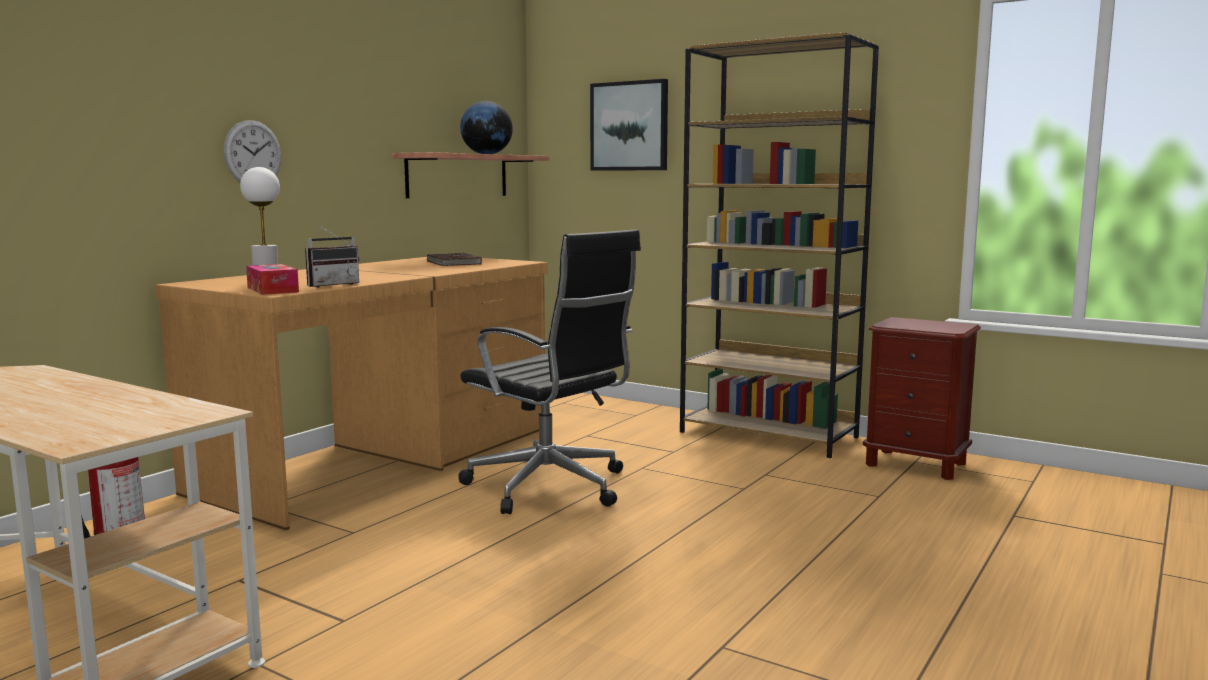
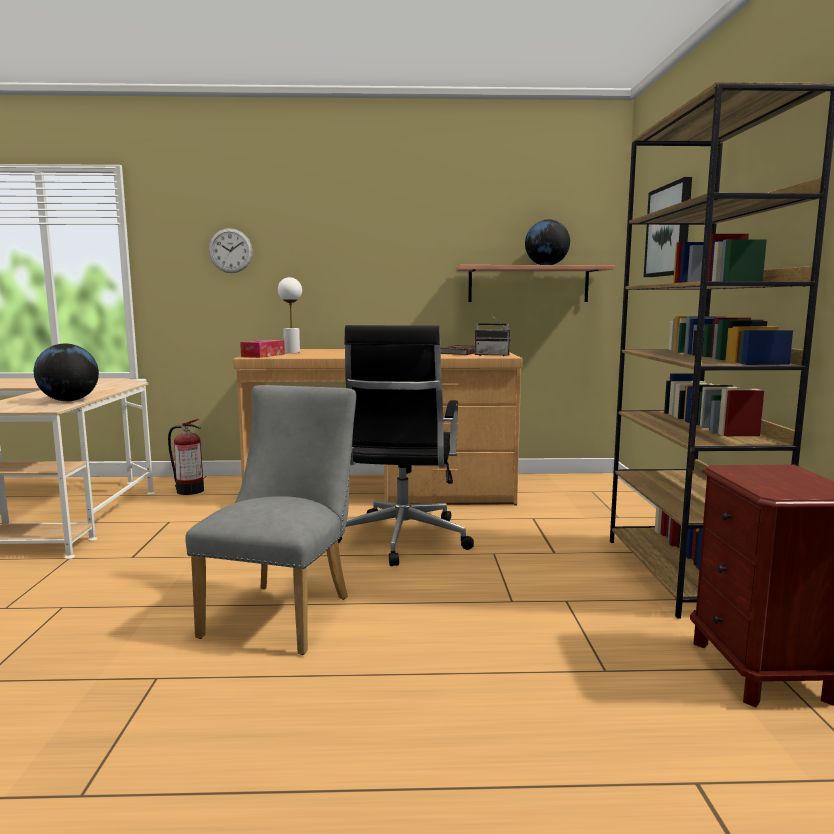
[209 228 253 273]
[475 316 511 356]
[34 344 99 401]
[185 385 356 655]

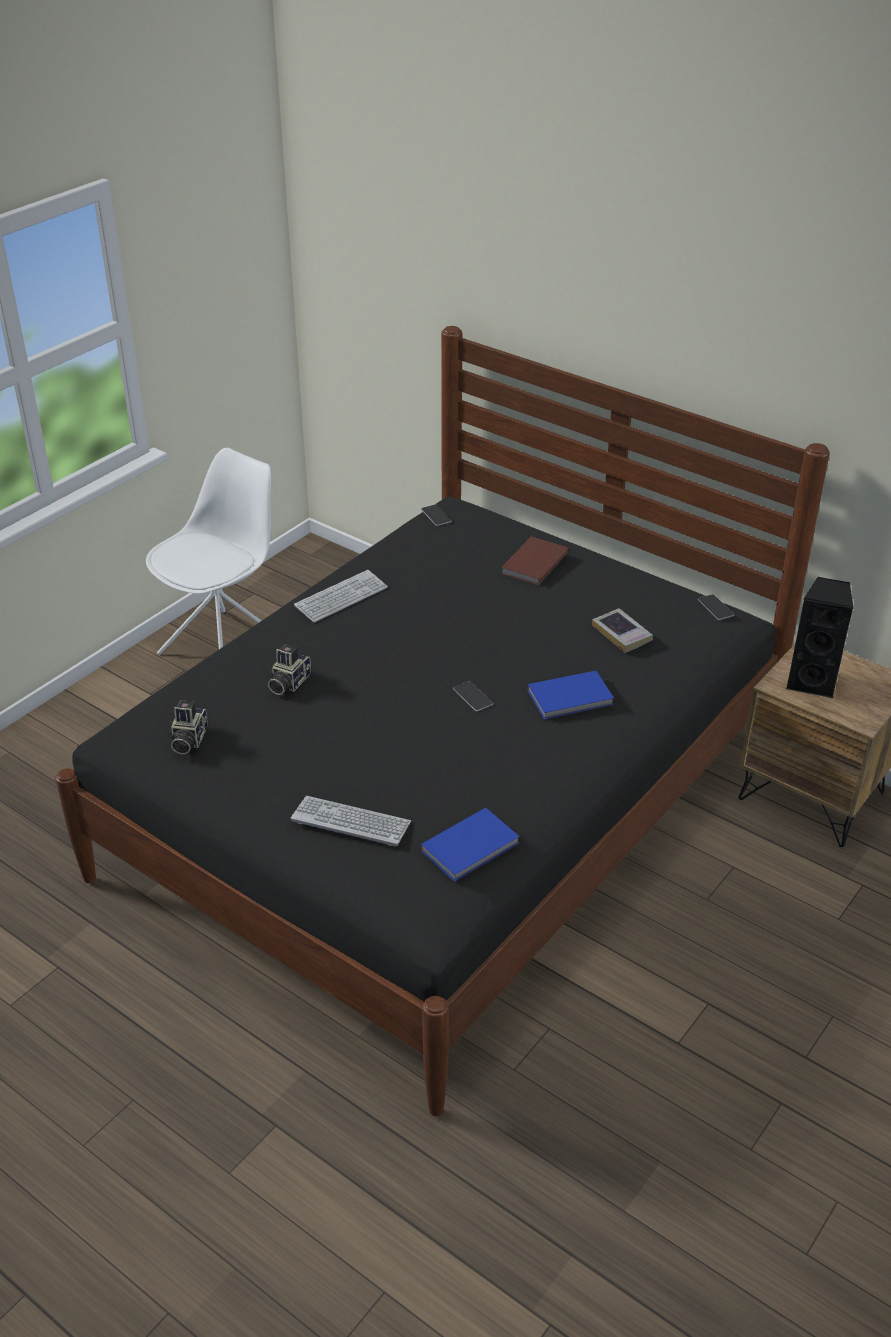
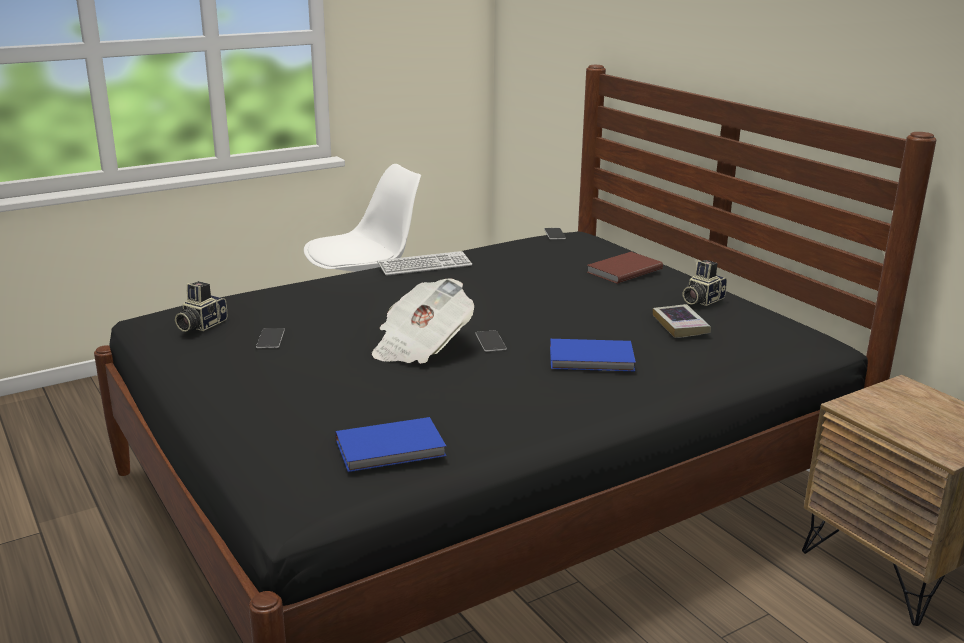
[683 260 727 306]
[291 796 411 846] (first image)
[256 328 285 348]
[786 576 854 698] (first image)
[372 278 474 364]

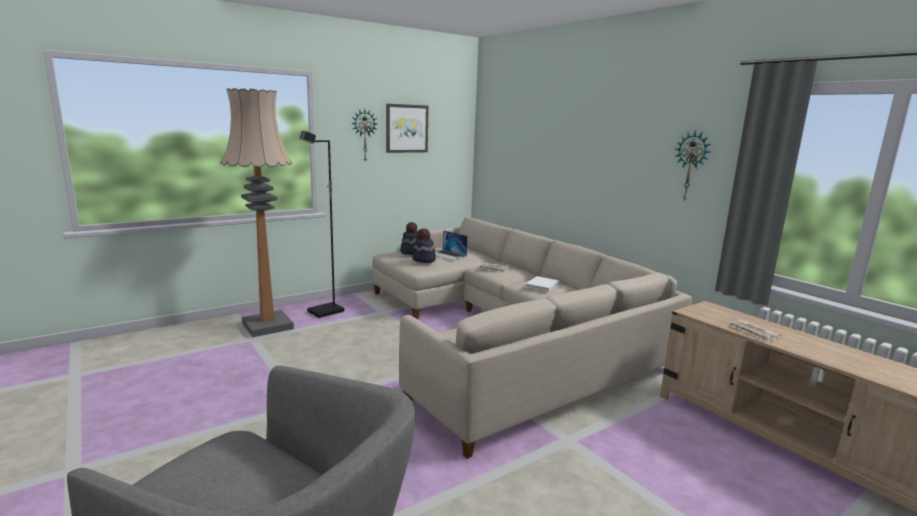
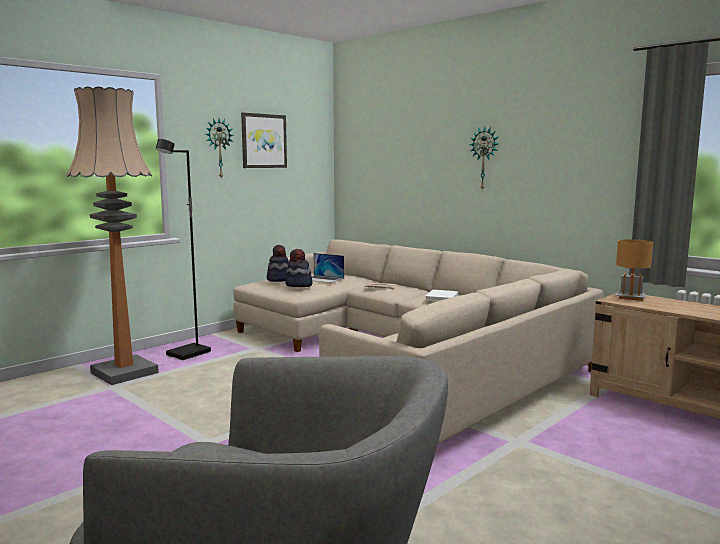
[469 126 499 191]
[730 319 782 343] (first image)
[616 239 653 301]

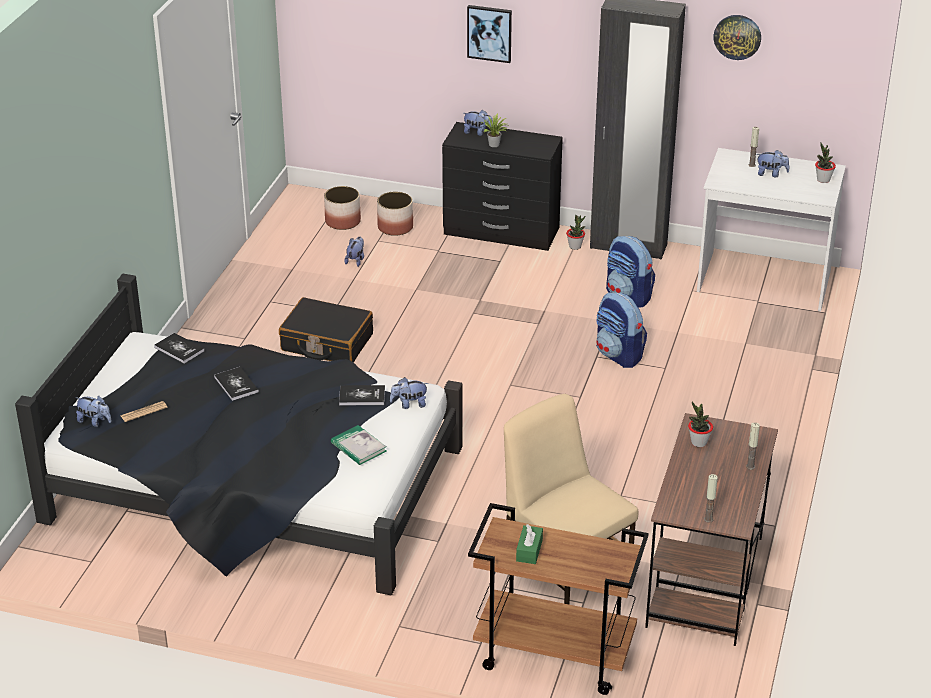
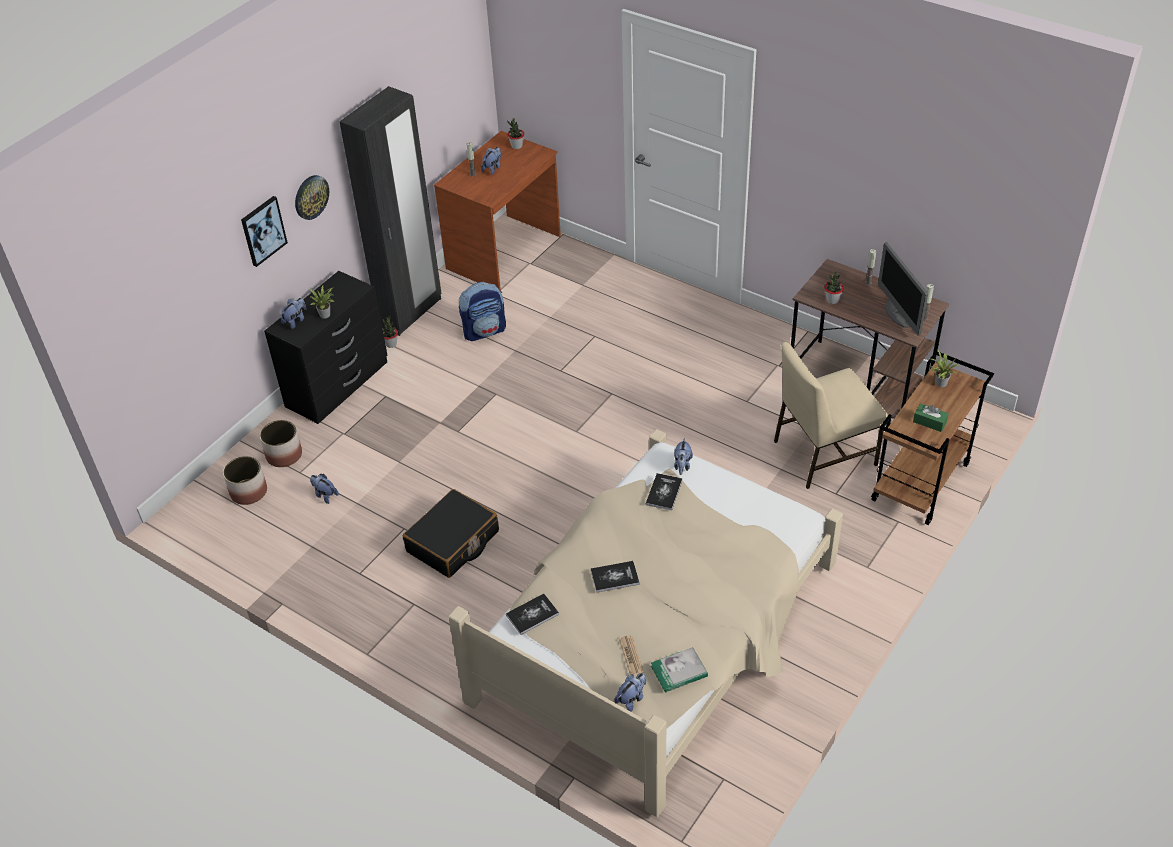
[448 429 843 817]
[651 647 708 693]
[596 292 647 368] (first image)
[434 131 561 290]
[295 175 329 220]
[878 242 928 335]
[931 350 959 387]

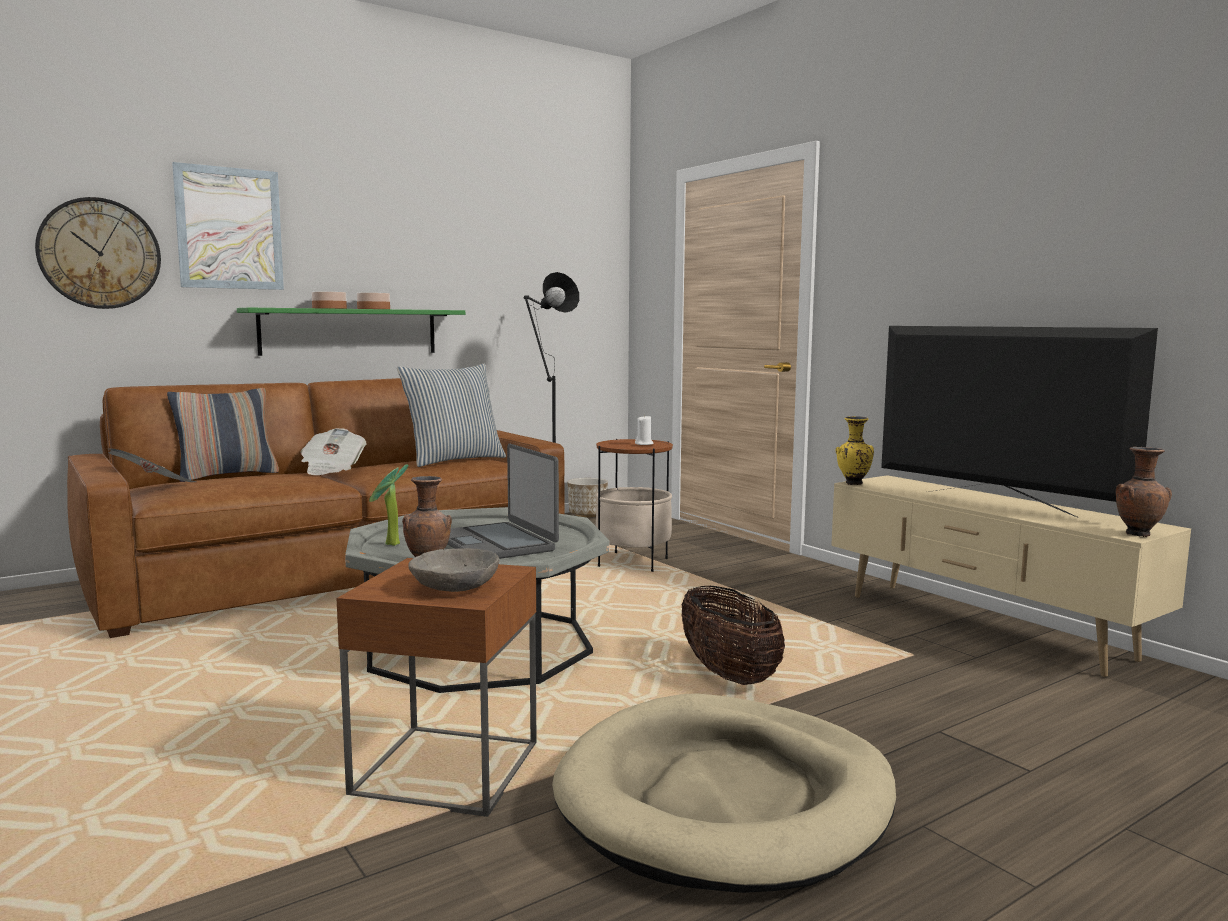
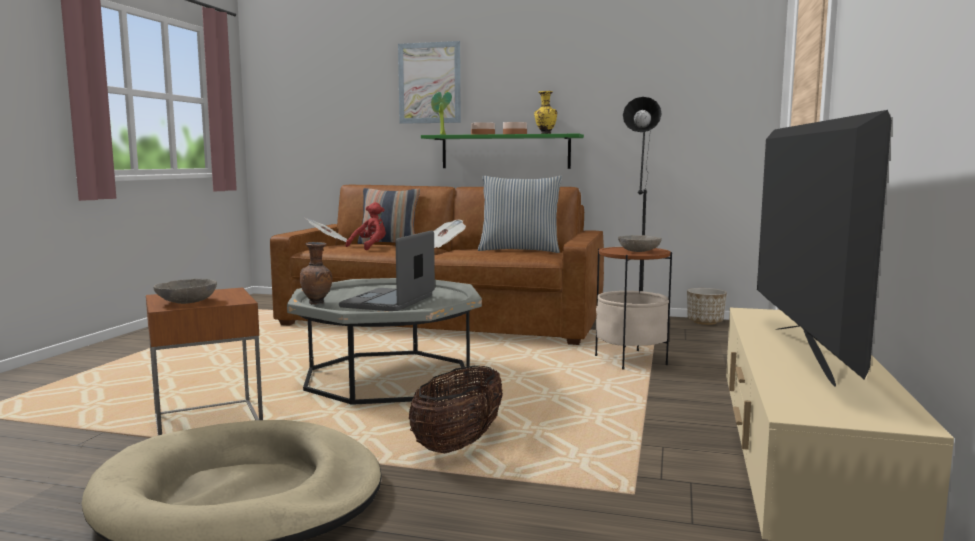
[35 197 161 309] (first image)
[431 92 452 135]
[618 235 662 252]
[534 91 557 134]
[1116 447 1172 537] (first image)
[346 202 386 250]

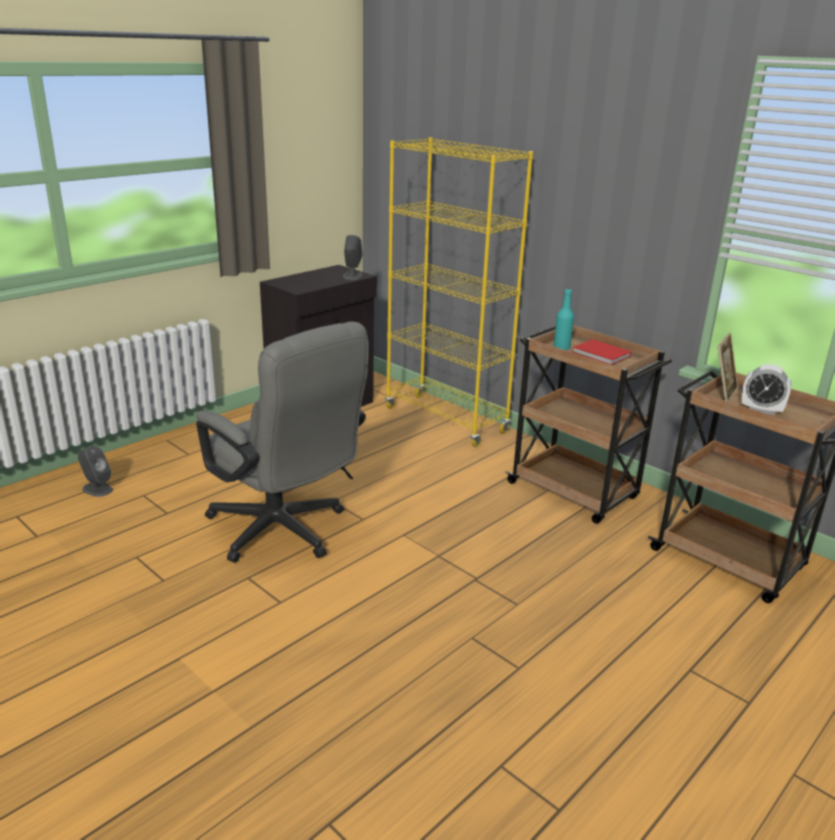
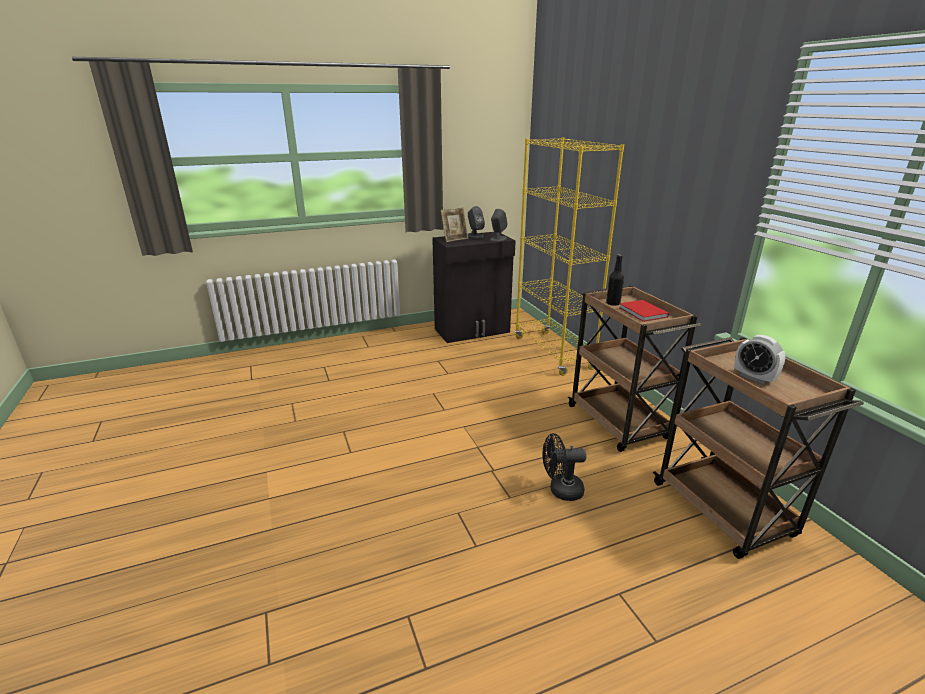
[468 206 485 238]
[196 321 369 563] (first image)
[606 255 624 306]
[441 208 468 242]
[543 433 586 501]

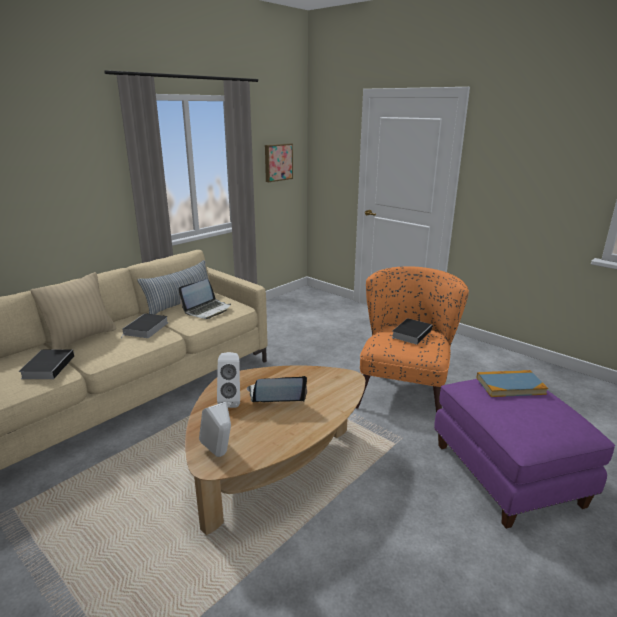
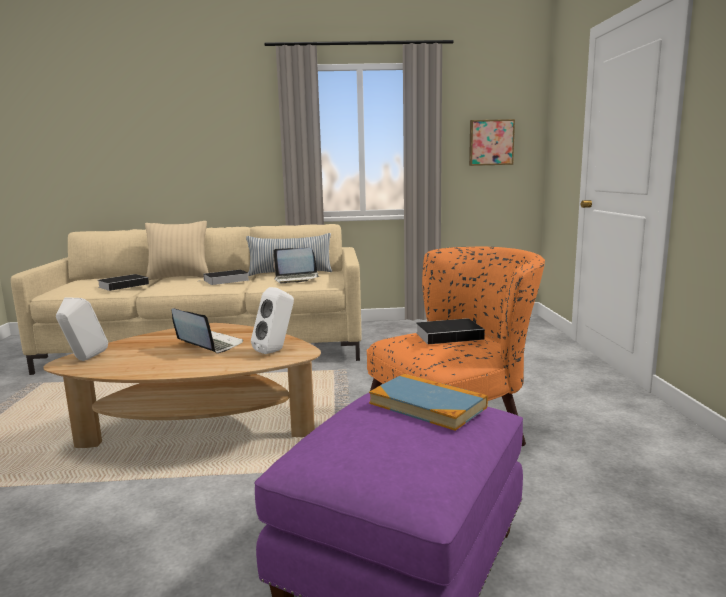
[251 287 294 354]

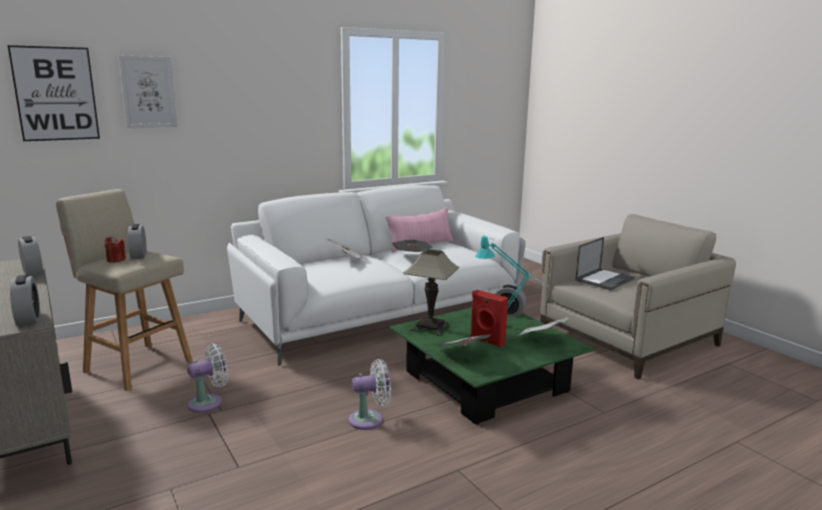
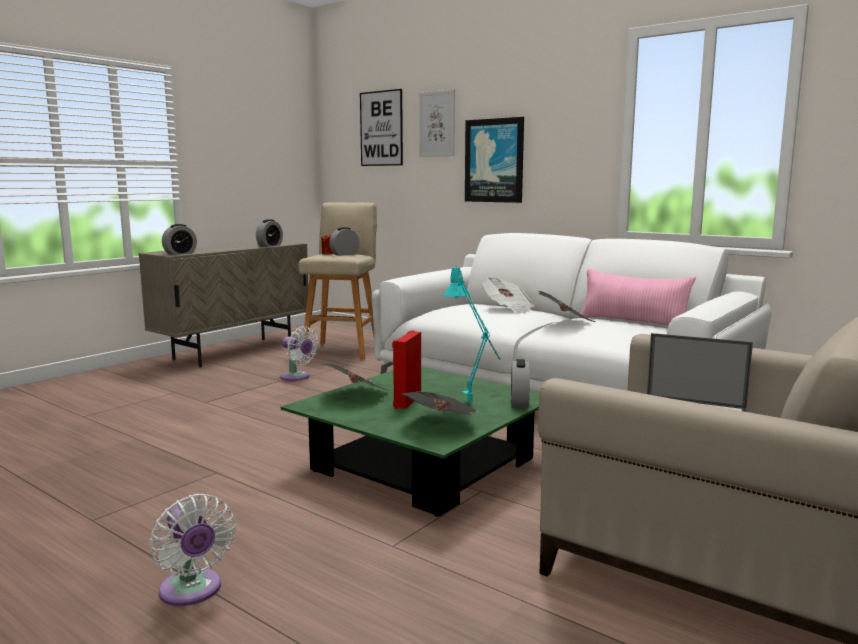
[149 494 236 606]
[403 249 460 336] (first image)
[465 117 524 203]

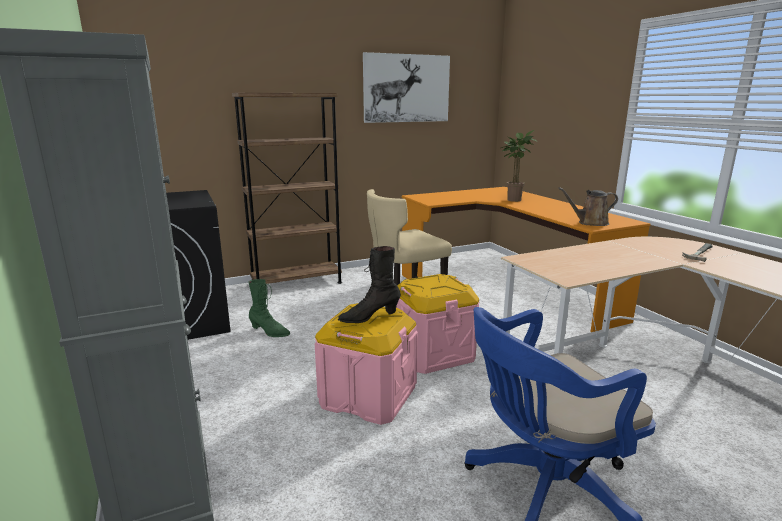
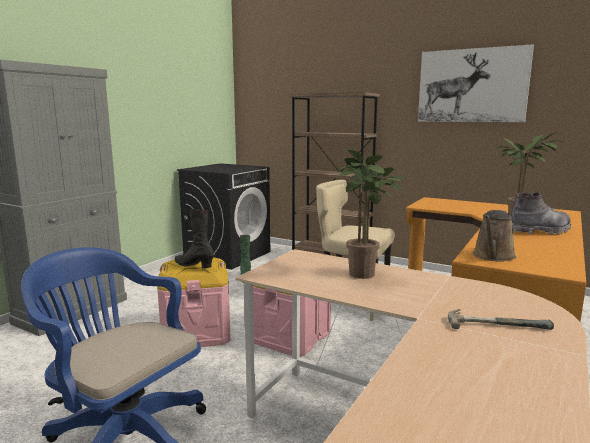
[473 210 516 262]
[337 150 405 279]
[511 192 571 235]

